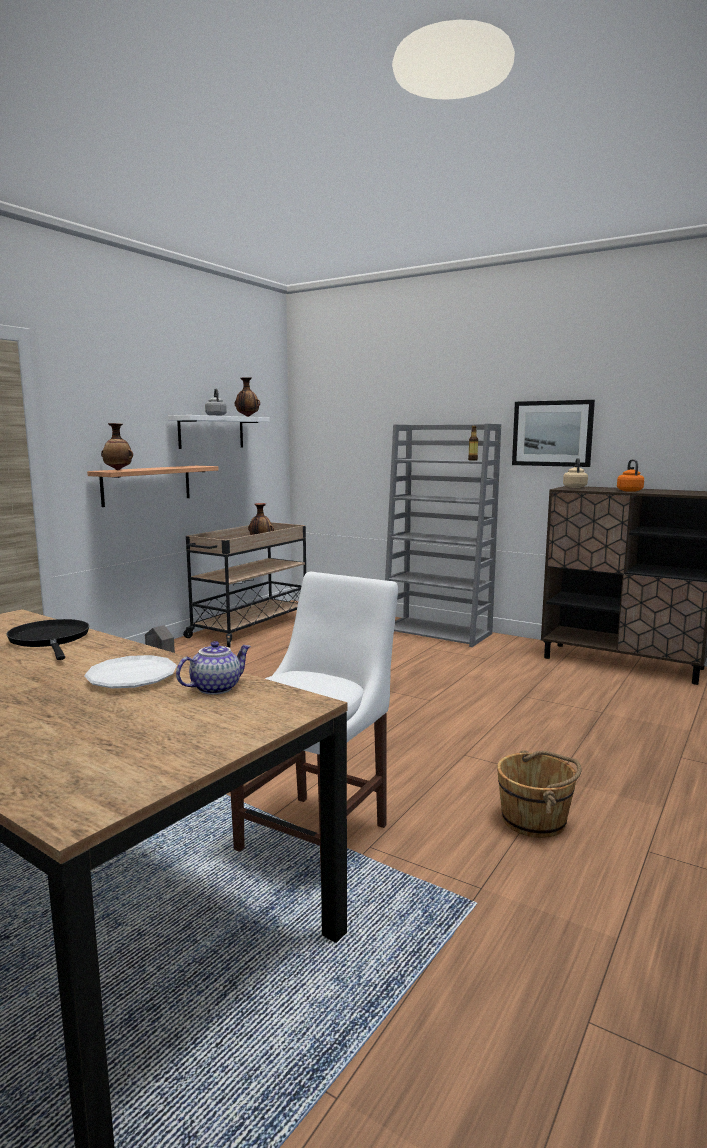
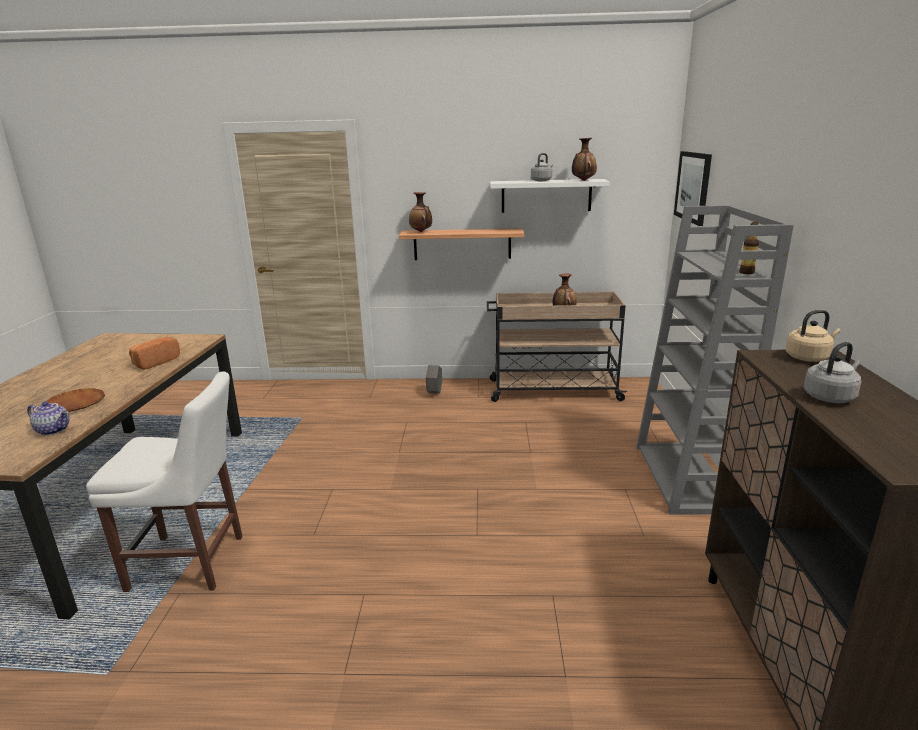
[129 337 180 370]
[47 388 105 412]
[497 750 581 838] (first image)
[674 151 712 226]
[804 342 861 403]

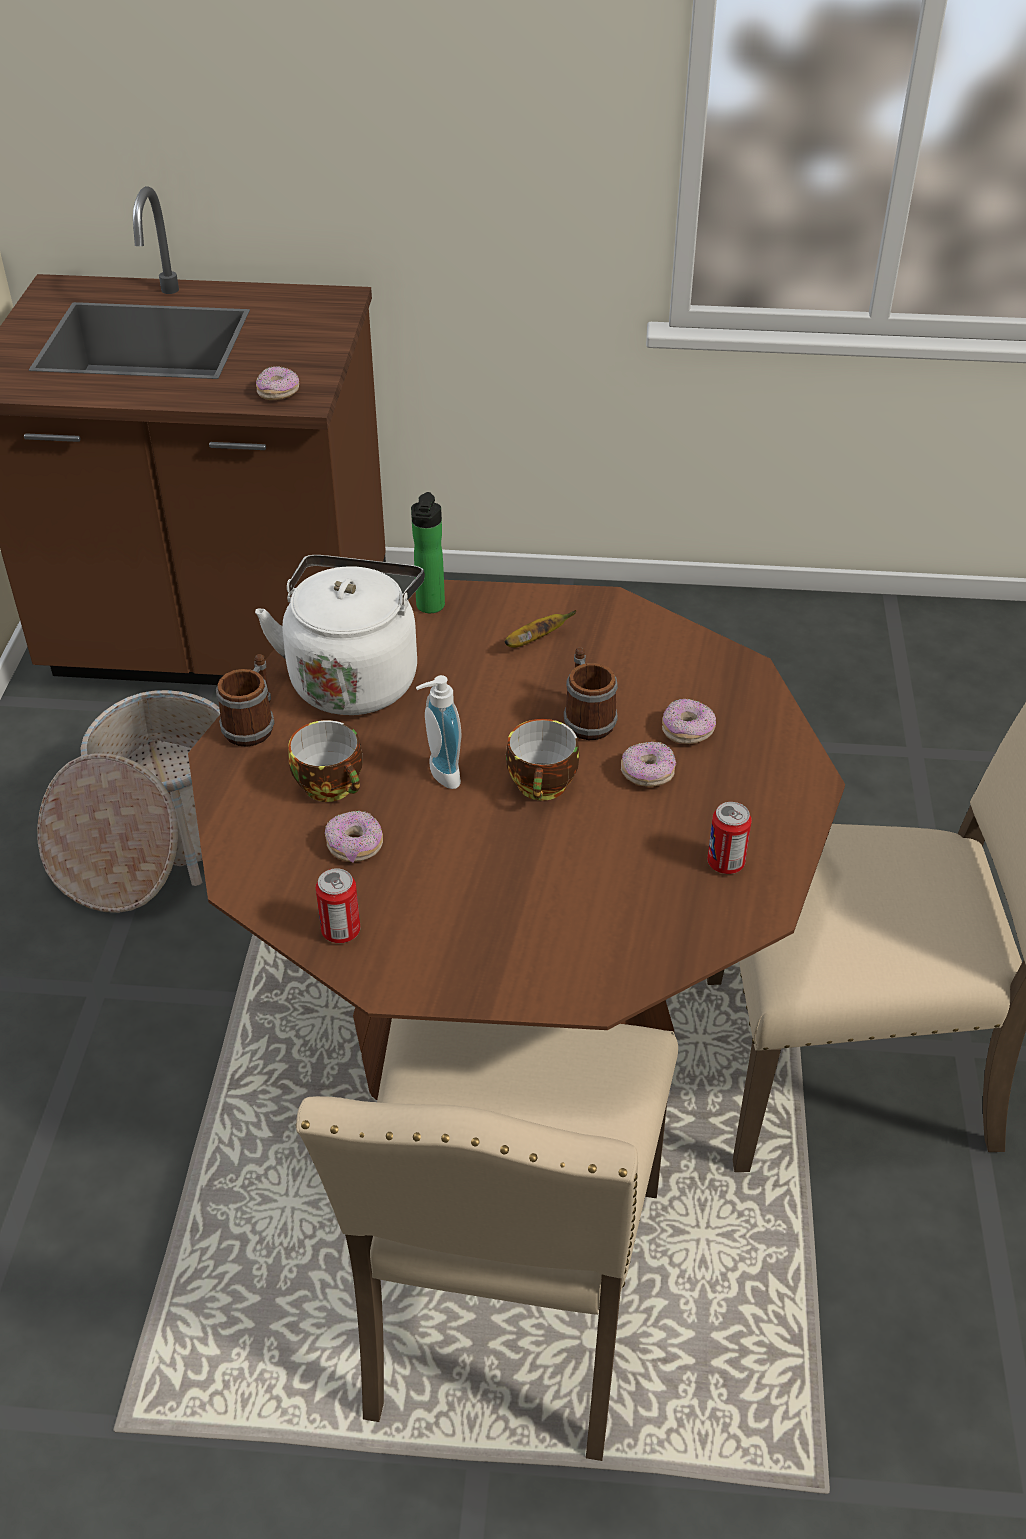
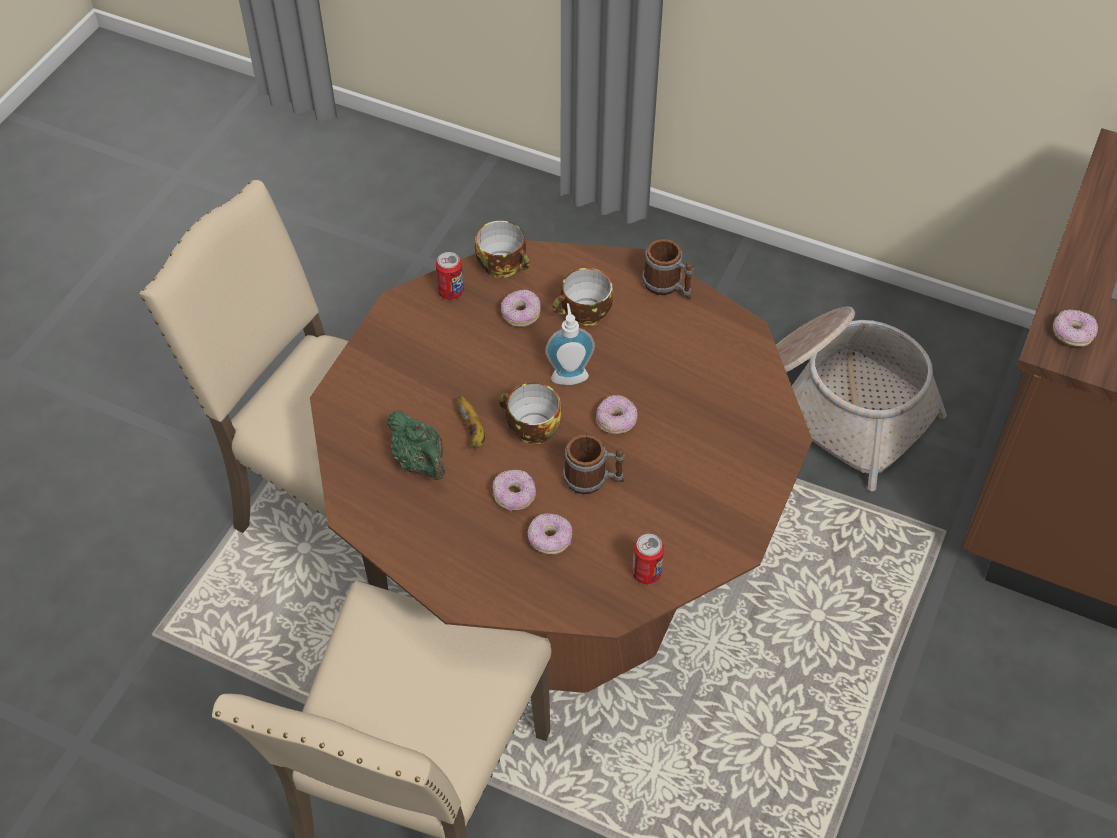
[255 555 425 715] (first image)
[411 492 445 613] (first image)
[457 396 485 448]
[632 534 664 584]
[387 410 445 480]
[475 221 530 278]
[596 395 638 434]

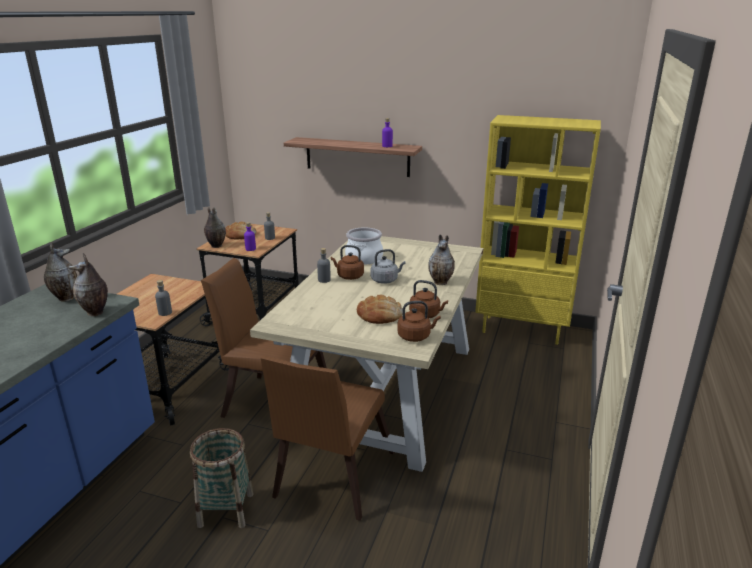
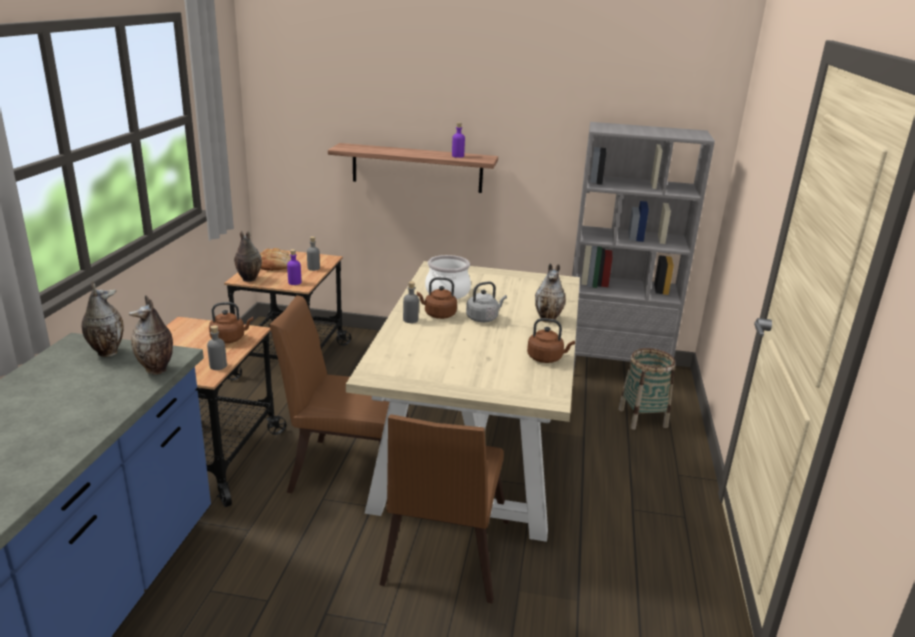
[618 348 675 430]
[357 295 402 324] (first image)
[209 302 253 343]
[572 122 715 375]

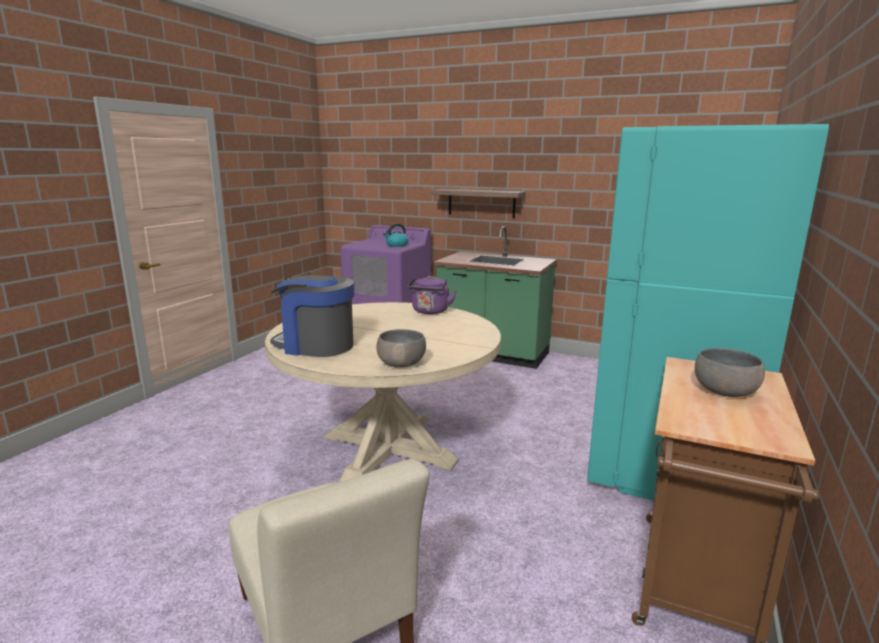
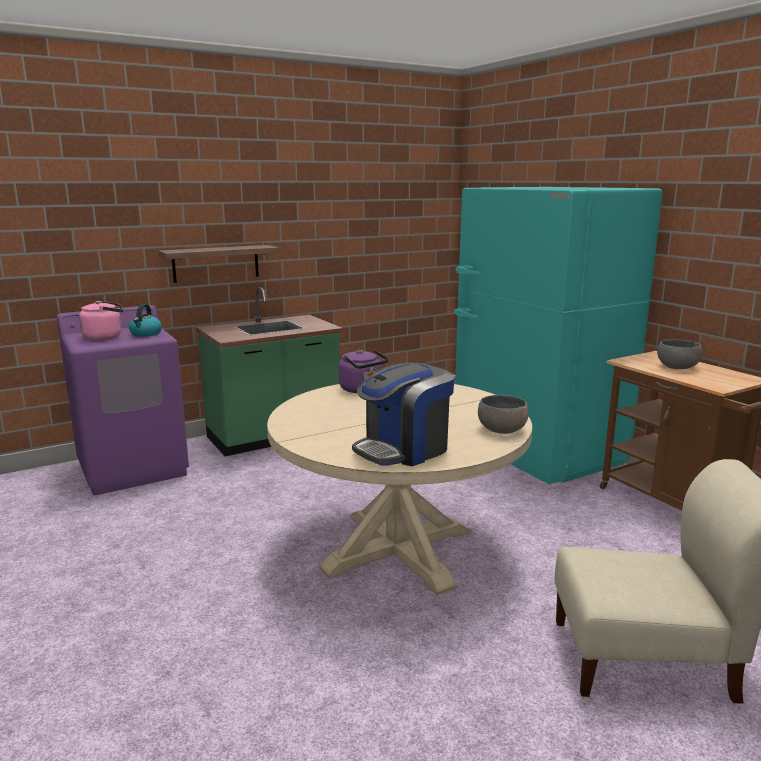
[79 301 123 340]

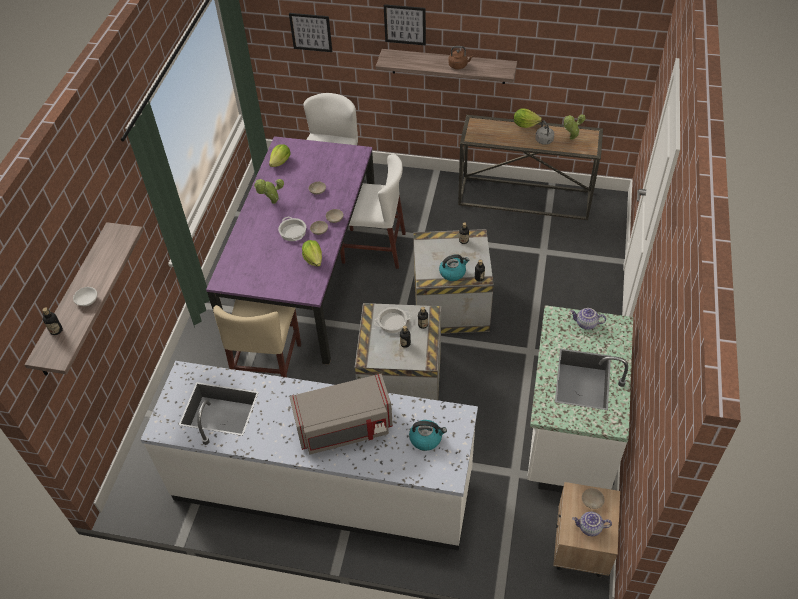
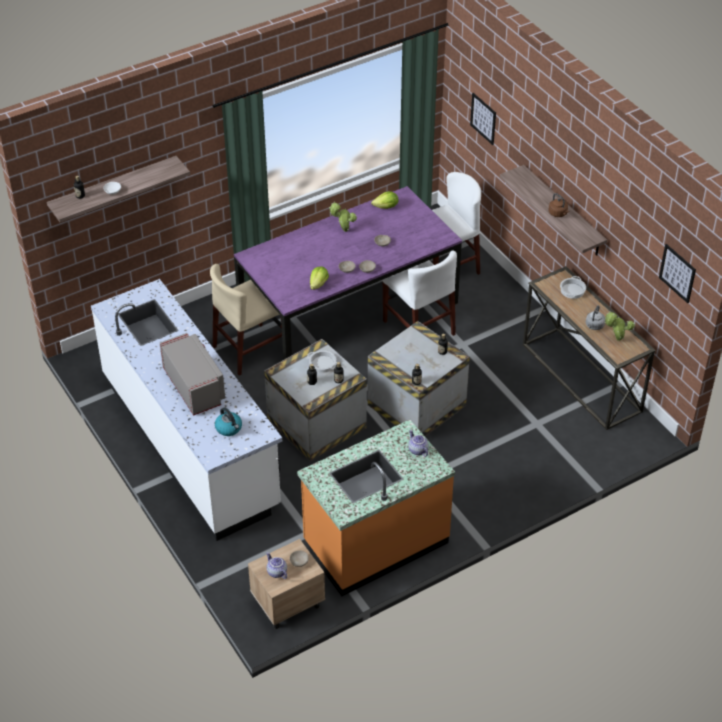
[560 276 586 299]
[160 333 225 416]
[659 244 696 303]
[439 254 469 281] (first image)
[514 108 542 128] (first image)
[297 420 455 596]

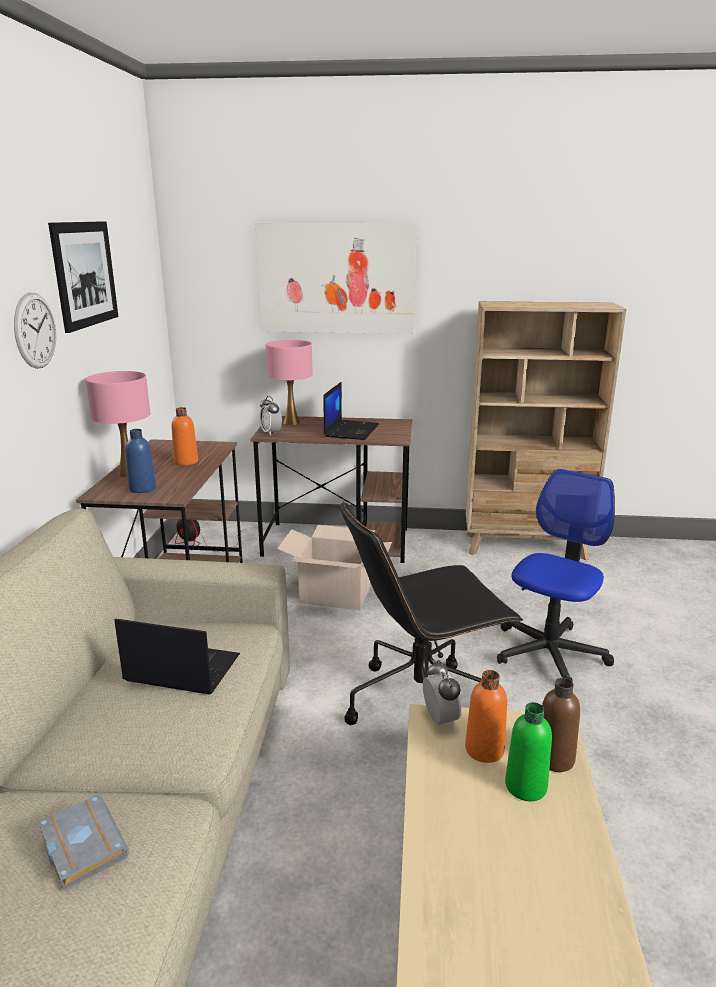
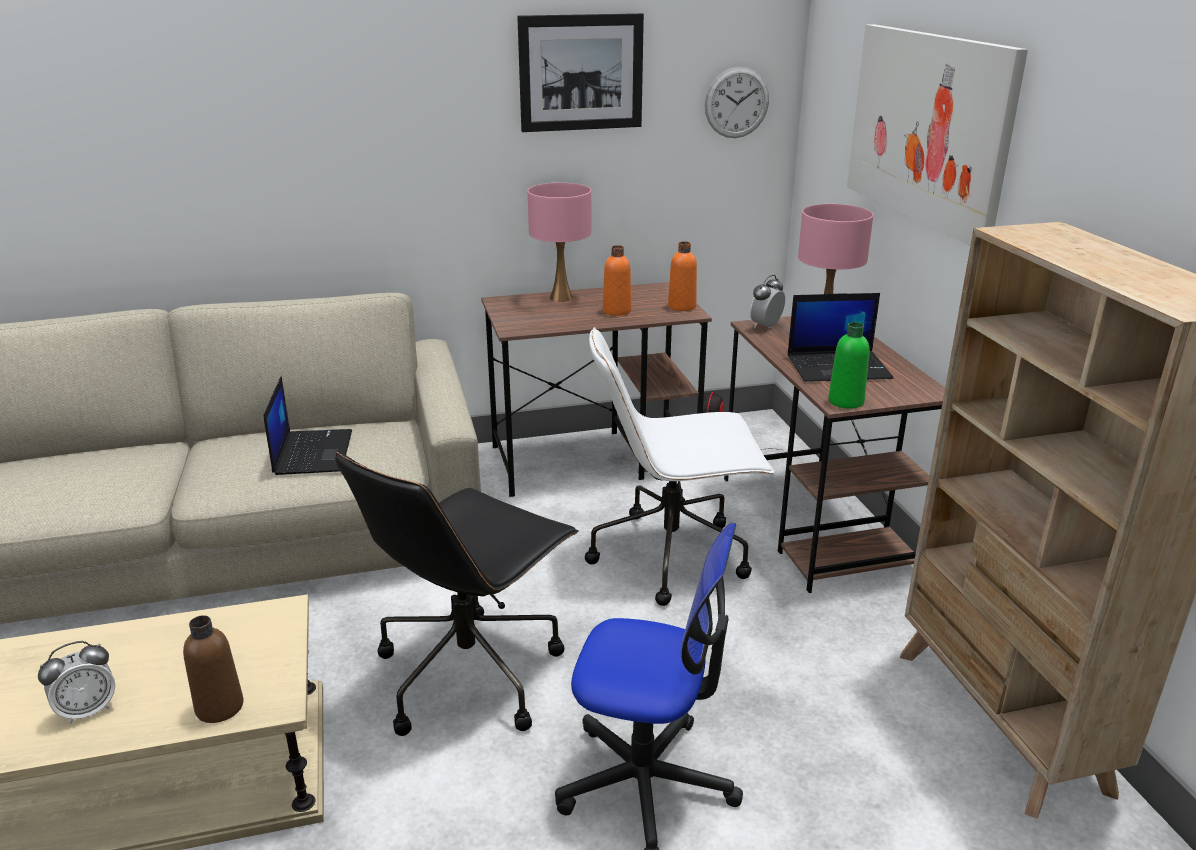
[705 67 769 138]
[38 794 129 891] (first image)
[125 429 156 493] (first image)
[585 327 774 606]
[335 452 579 736]
[38 641 115 724]
[668 241 697 311]
[828 322 870 409]

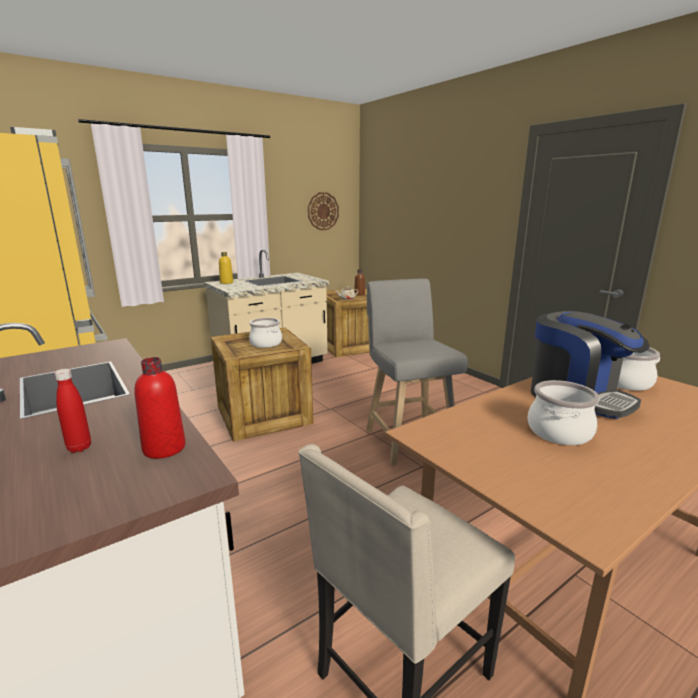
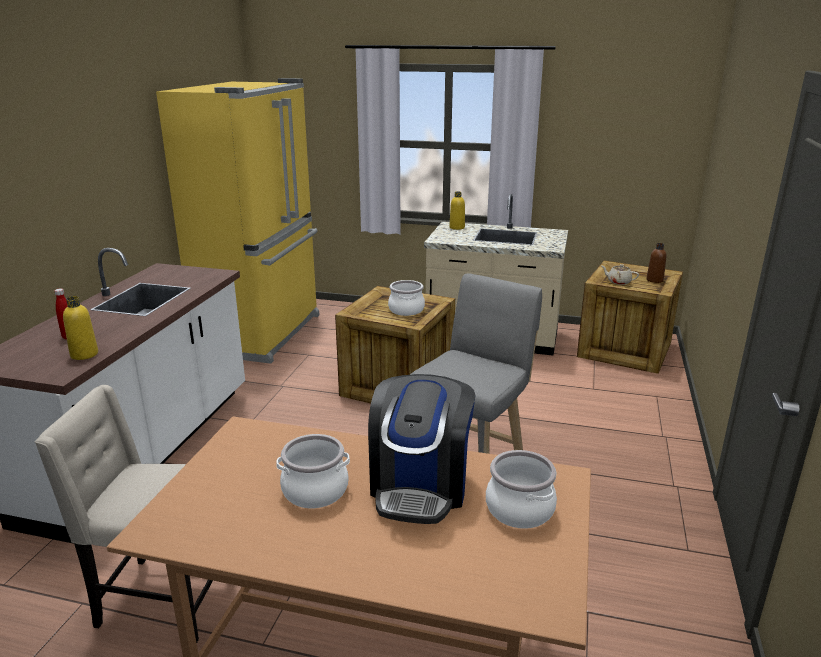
[63 296 98 360]
[308 192 339 230] (first image)

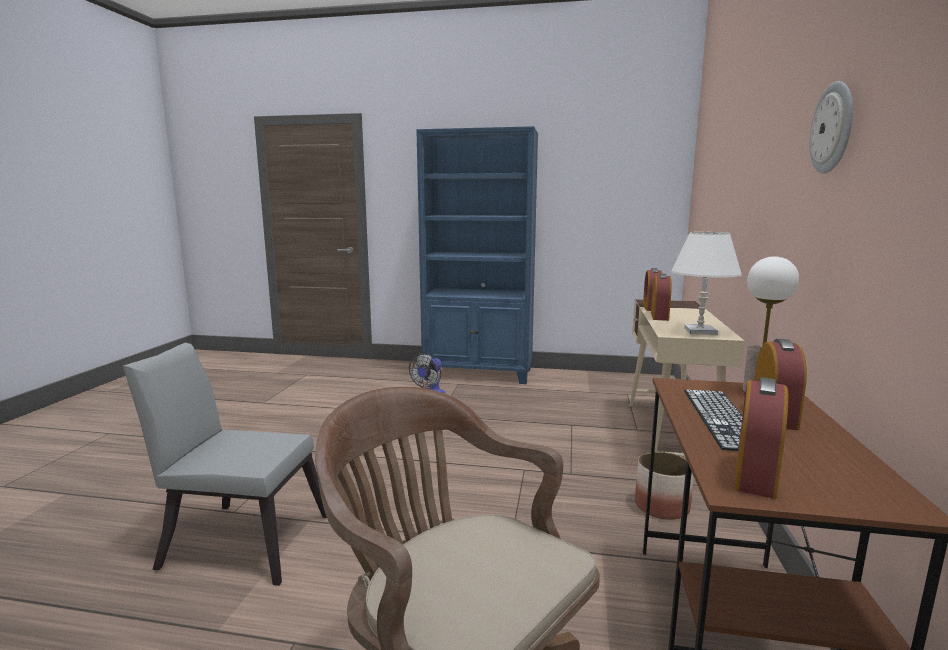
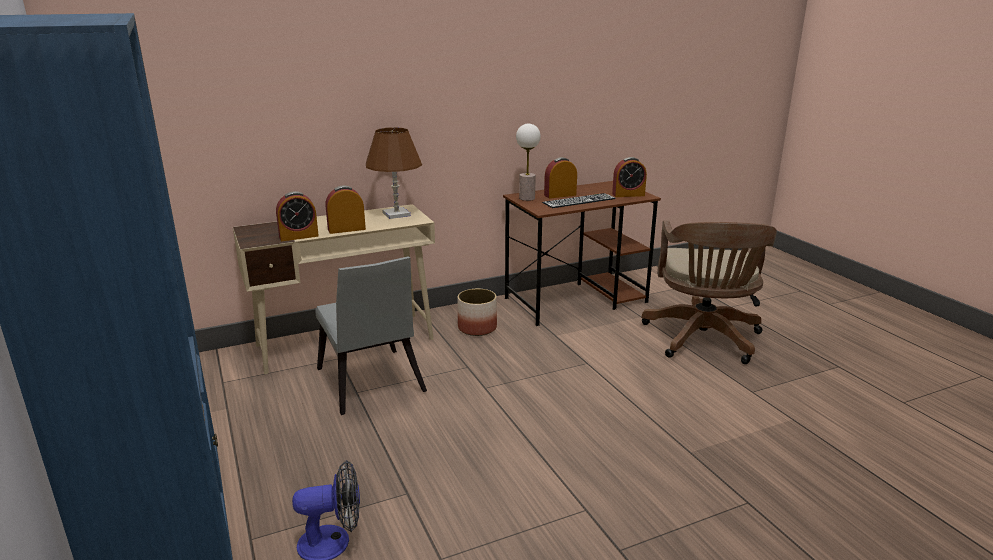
[315 257 427 415]
[366 127 422 219]
[810 81 853 174] (first image)

